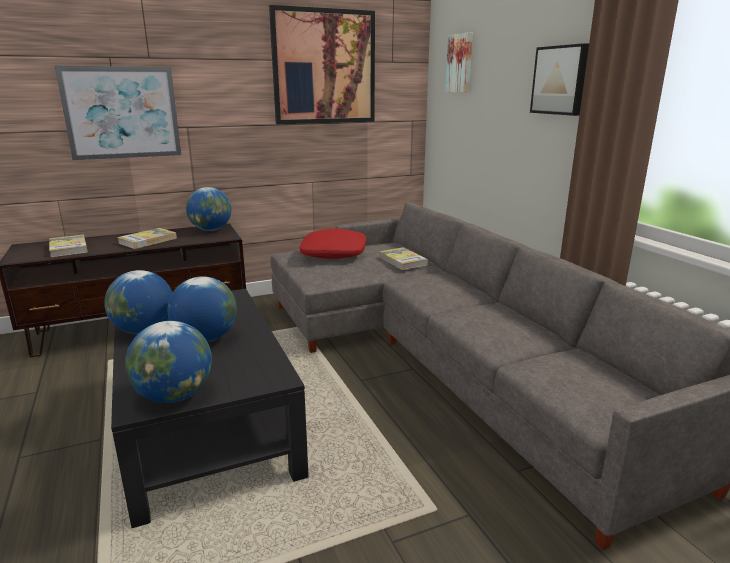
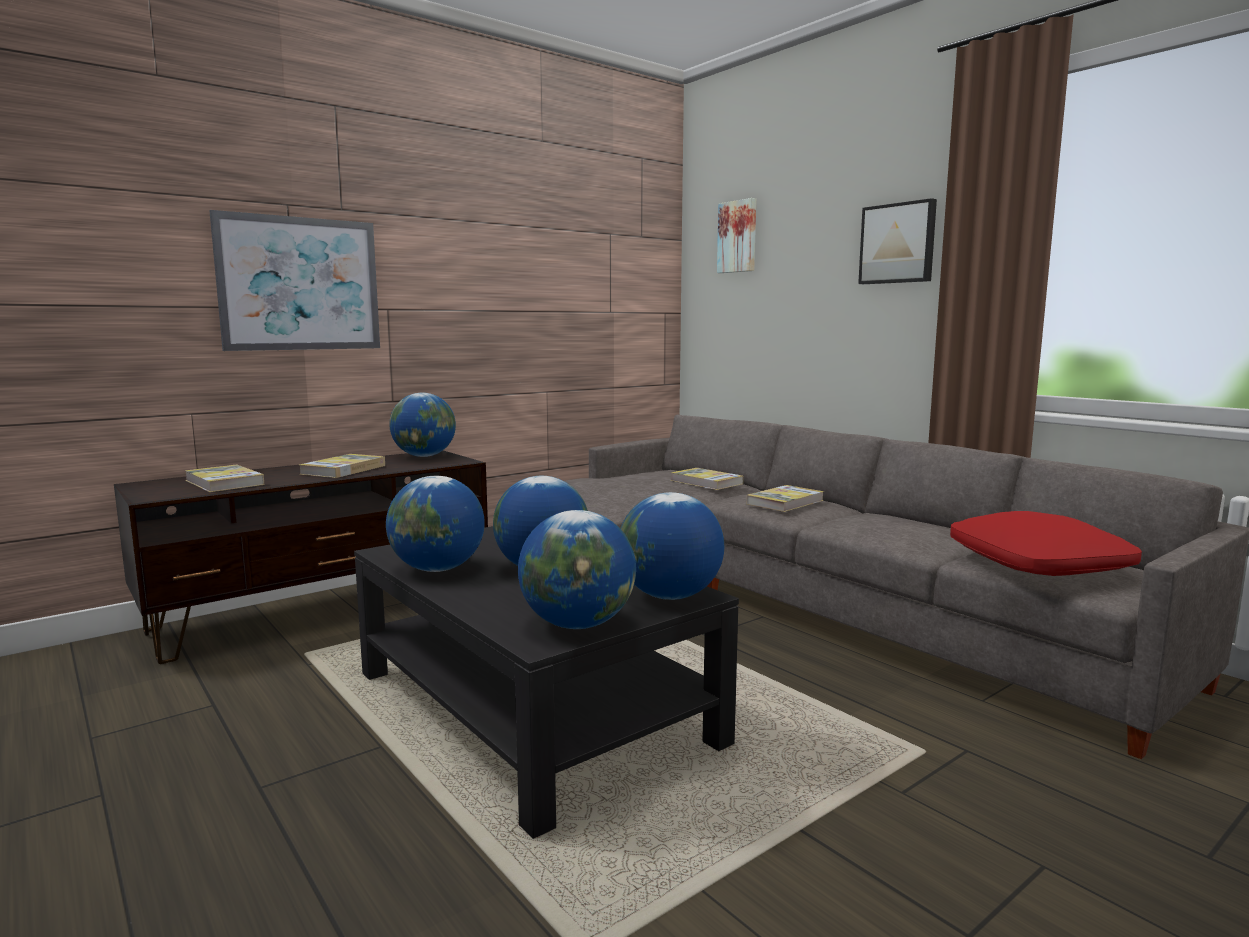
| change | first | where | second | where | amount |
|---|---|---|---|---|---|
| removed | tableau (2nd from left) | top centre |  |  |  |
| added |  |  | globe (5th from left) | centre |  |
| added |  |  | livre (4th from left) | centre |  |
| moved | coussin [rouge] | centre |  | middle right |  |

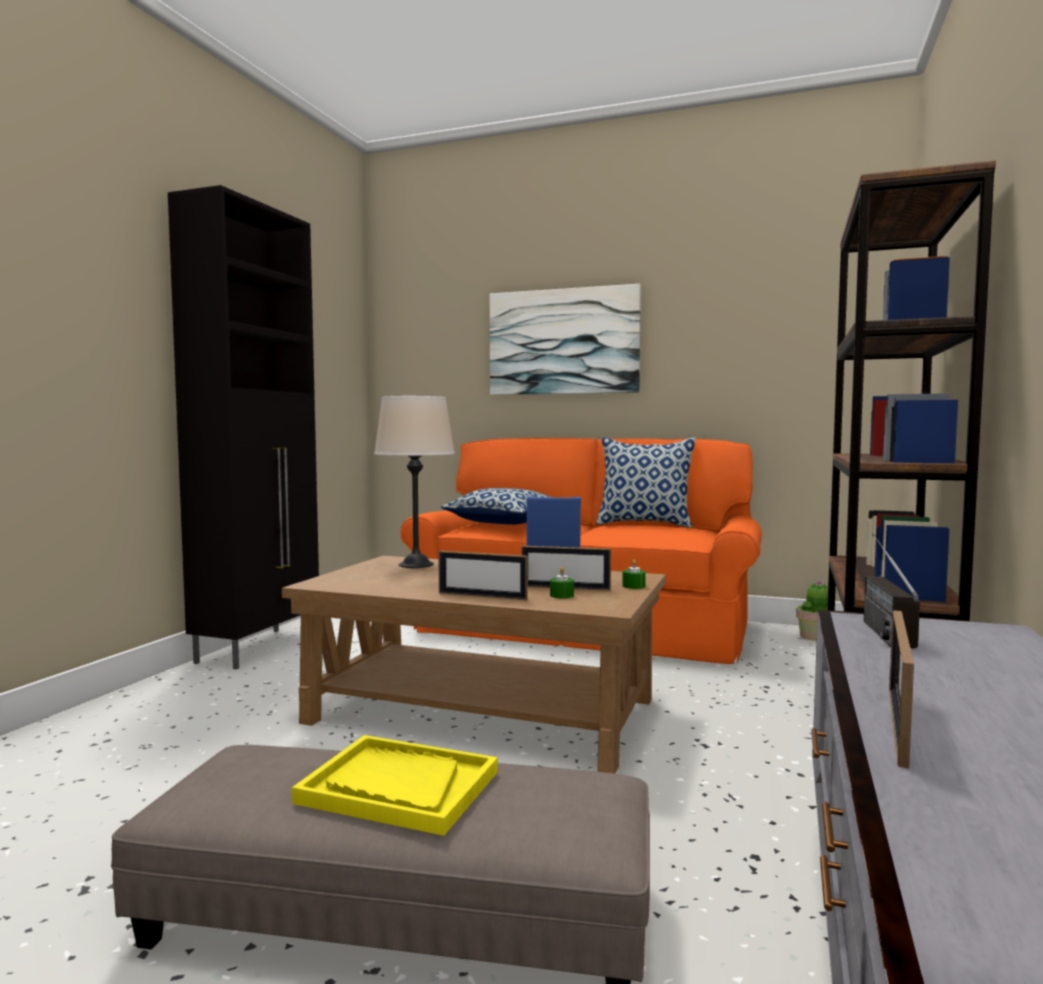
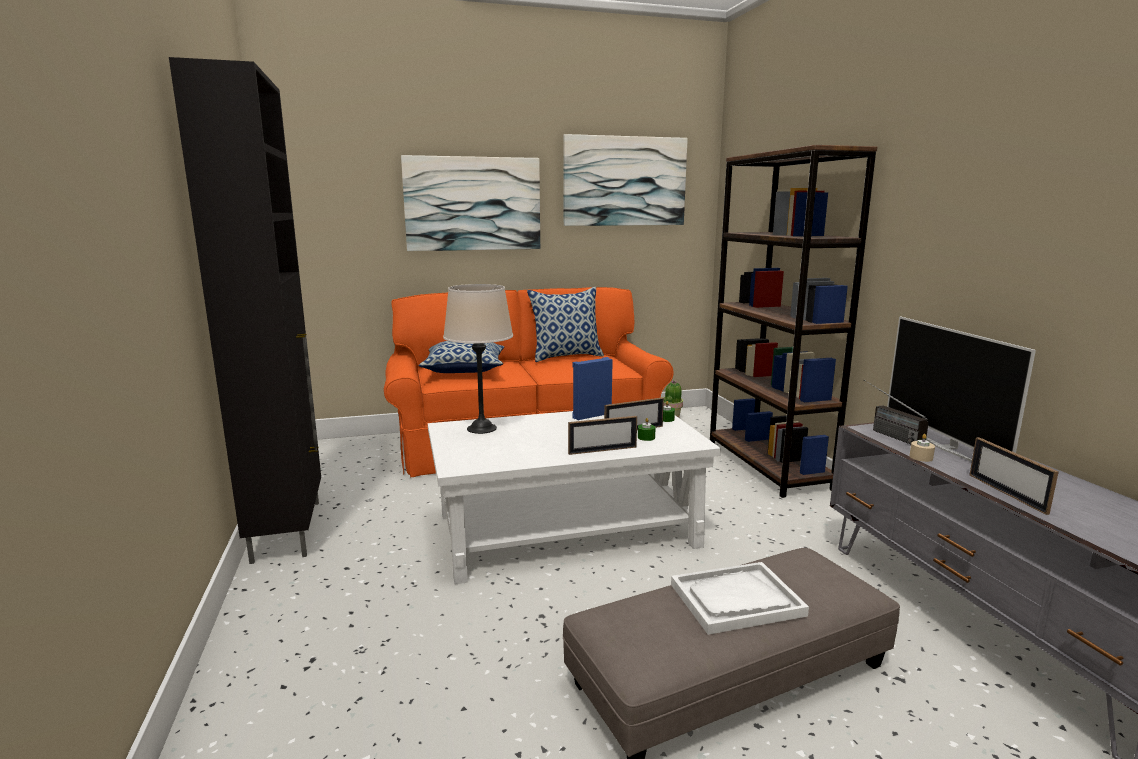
| change | first | where | second | where | amount |
|---|---|---|---|---|---|
| added |  |  | tableau (2nd from left) | top centre |  |
| added |  |  | téléviseur | middle right |  |
| added |  |  | bougie [beige] | middle right |  |
| recoloured | table basse [marron] | bottom centre | table basse [blanc] | centre |  |
| recoloured | plateau [jaune] | bottom centre | plateau [blanc] | bottom centre |  |

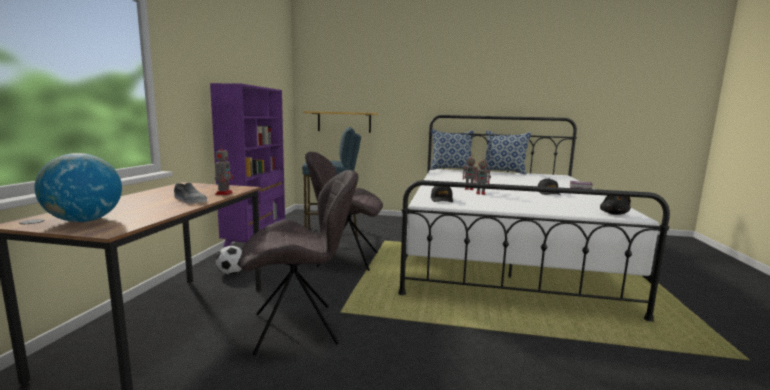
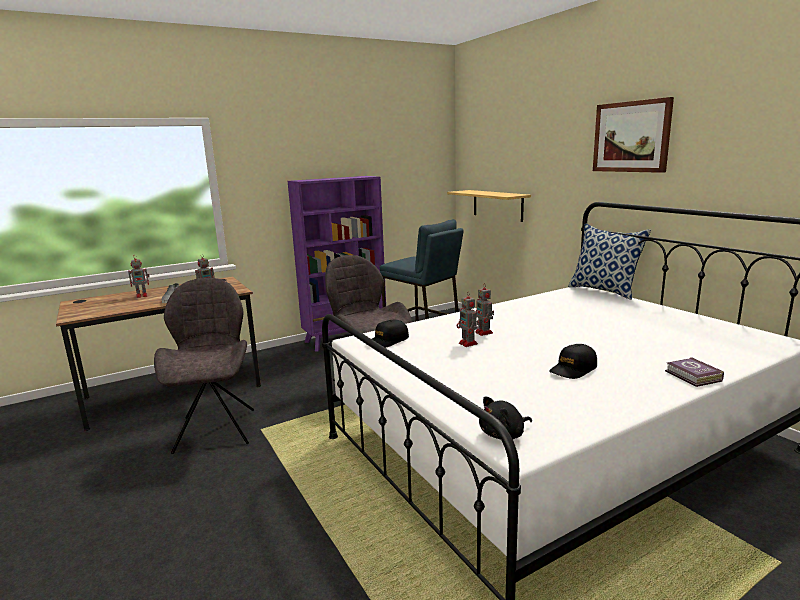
| change | first | where | second | where | amount |
|---|---|---|---|---|---|
| removed | globe | middle left |  |  |  |
| removed | ballon de foot | bottom left |  |  |  |
| removed | coussin (2nd from left) | centre |  |  |  |
| added |  |  | robot jouet (1st from left) | middle left |  |
| added |  |  | tableau | top right |  |
| turned | chaise [gris] (1st from left) | bottom centre |  | middle left | 135 degrees counterclockwise |

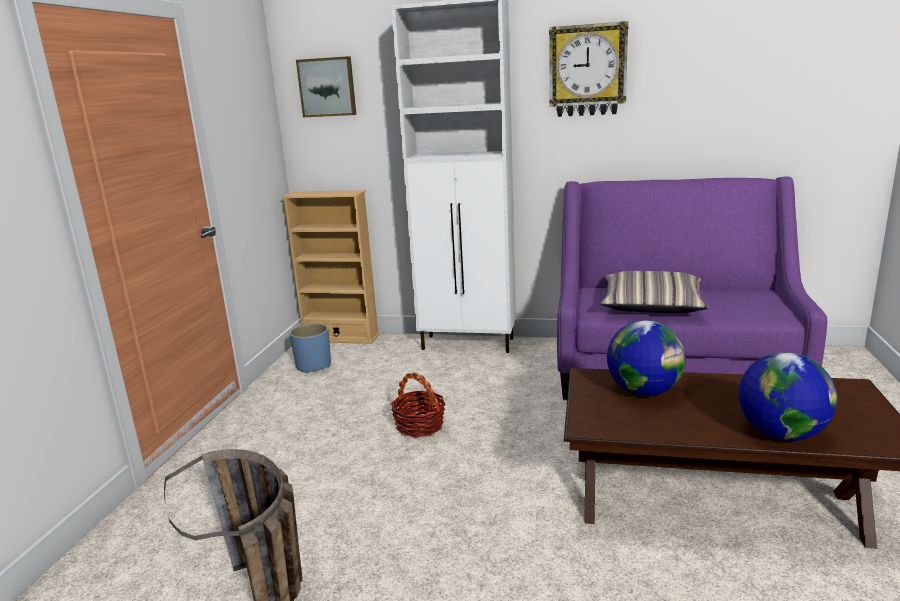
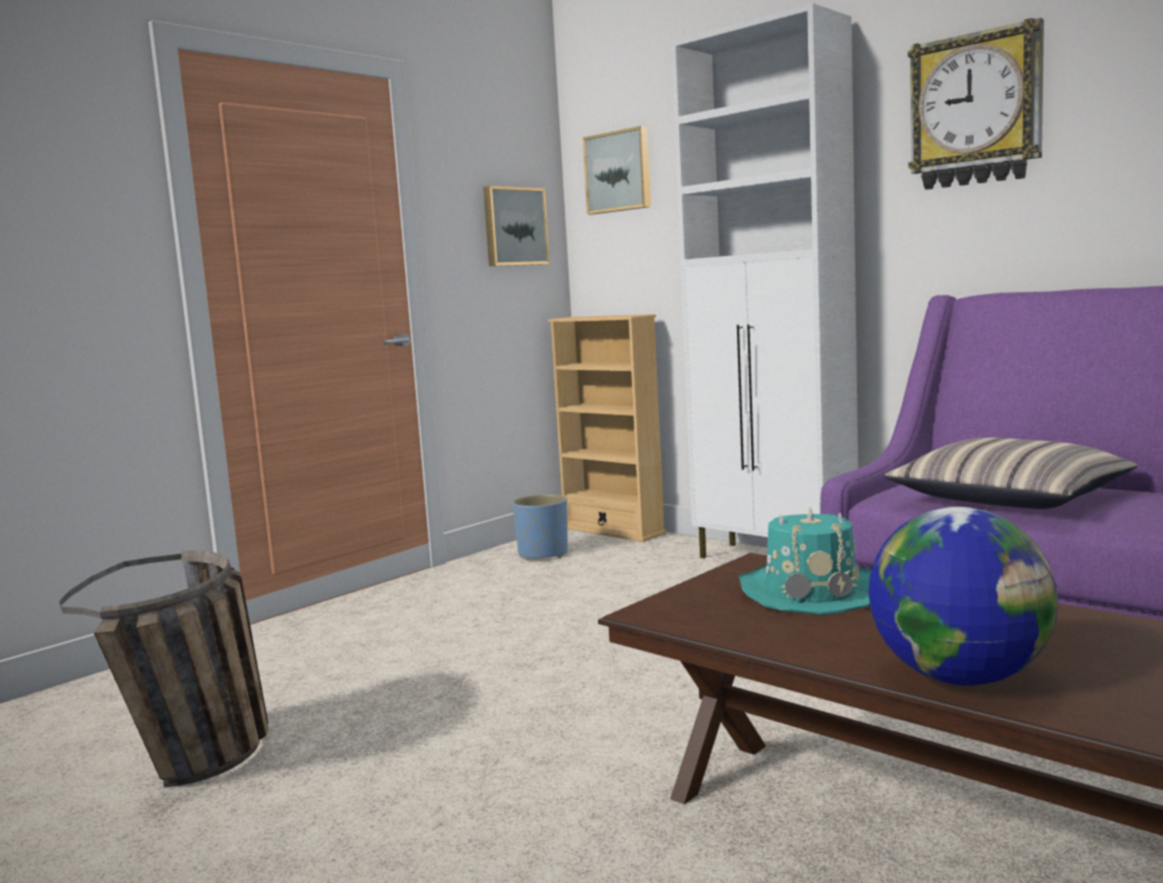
| change | first | where | second | where | amount |
|---|---|---|---|---|---|
| removed | panier (2nd from left) | bottom centre |  |  |  |
| added |  |  | tableau (1st from left) | top centre |  |
| replaced | globe (1st from left) | middle right | chapeau [turquoise] | middle right |  |

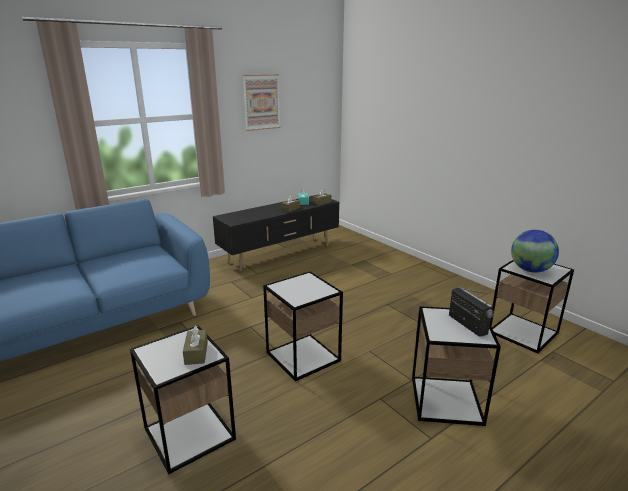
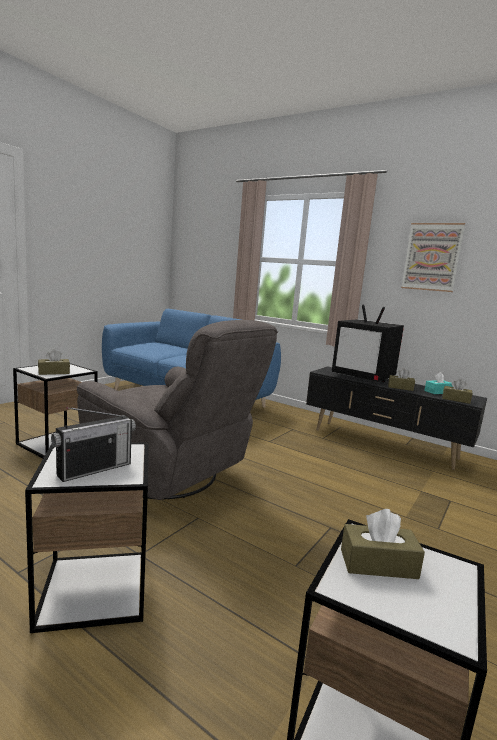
| change | first | where | second | where | amount |
|---|---|---|---|---|---|
| added |  |  | téléviseur | middle right |  |
| replaced | table d'appoint (2nd from left) | centre | fauteuil [gris] | centre |  |
| replaced | globe | middle right | boîte à mouchoirs [marron] (2nd from left) | bottom right |  |

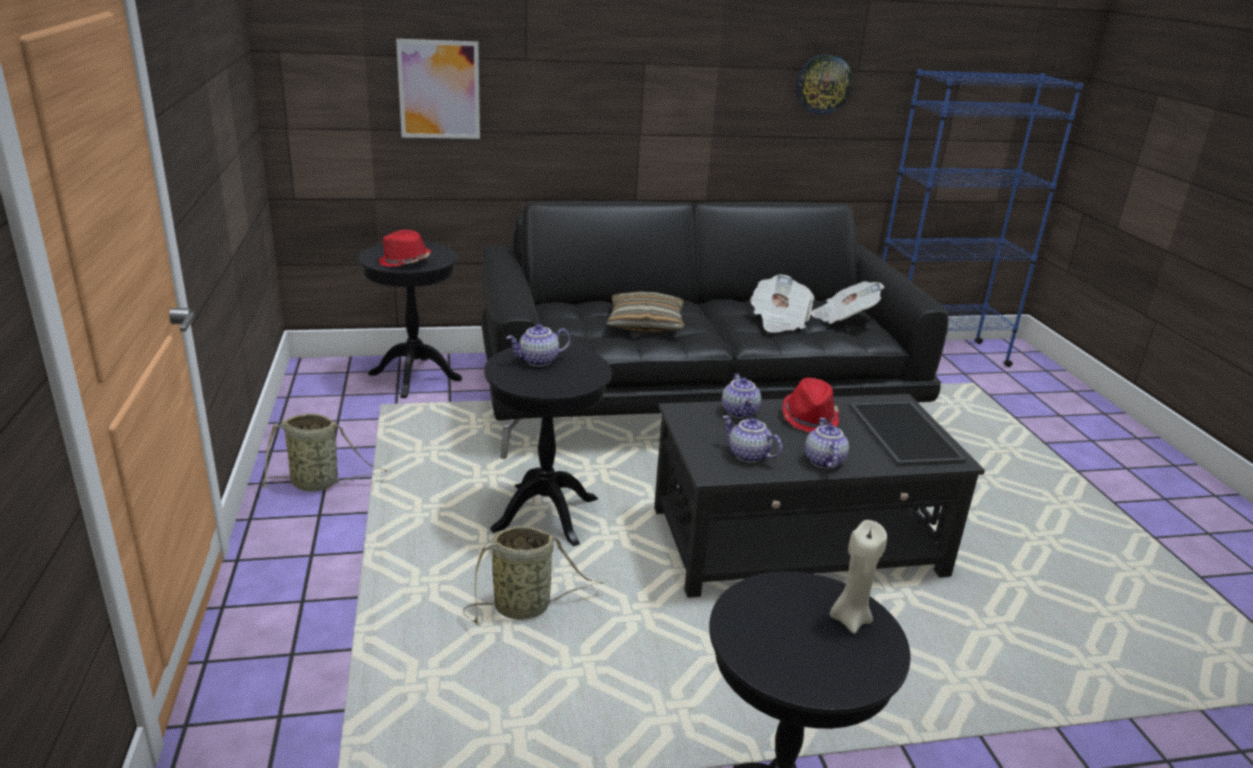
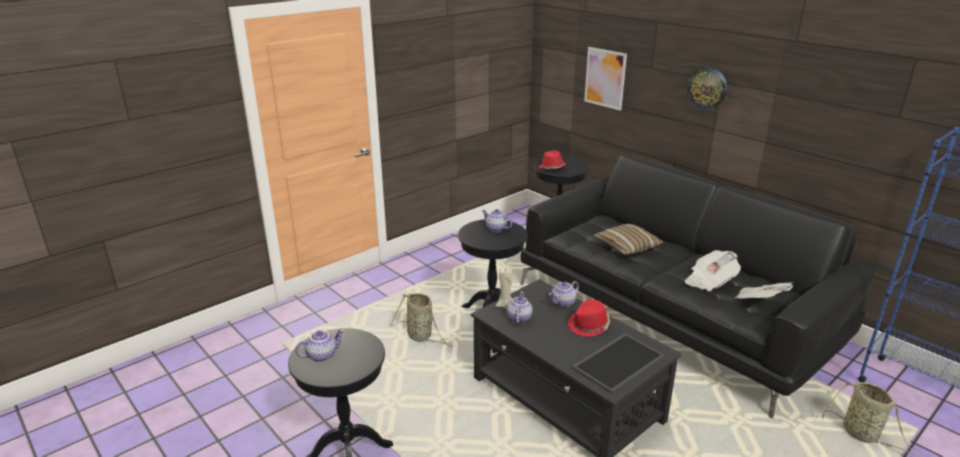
| change | first | where | second | where | amount |
|---|---|---|---|---|---|
| moved | panier (1st from left in the first image) | middle left | panier (2nd from left) | bottom right |  |
| moved | horloge murale | top centre |  | top right |  |
| moved | théière (4th from left in the first image) | centre | théière (1st from left) | bottom left |  |
| moved | bougie [beige] | bottom right |  | centre |  |

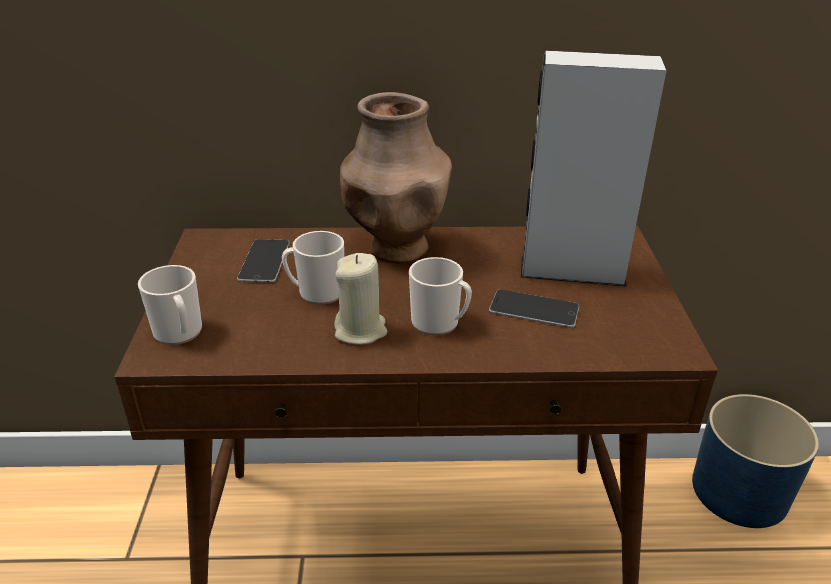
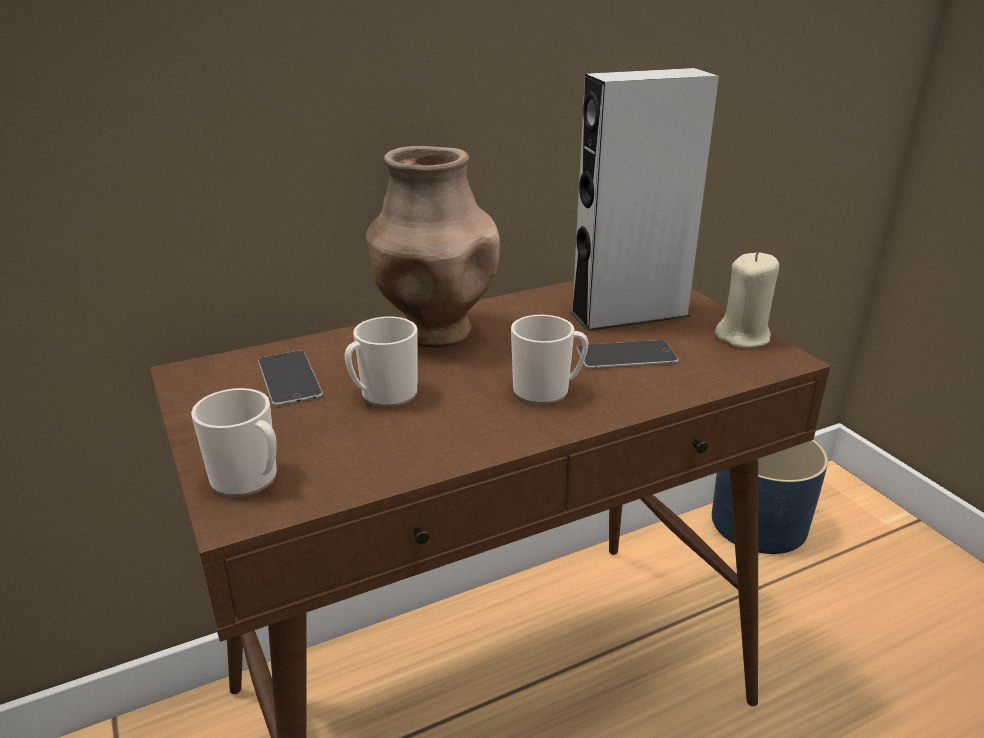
| change | first | where | second | where | amount |
|---|---|---|---|---|---|
| moved | bougie [beige] | centre |  | middle right |  |

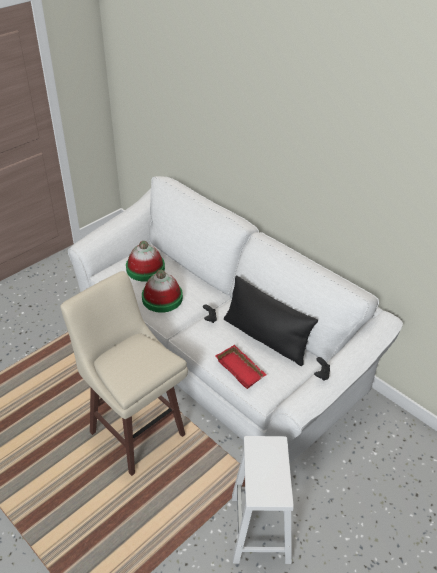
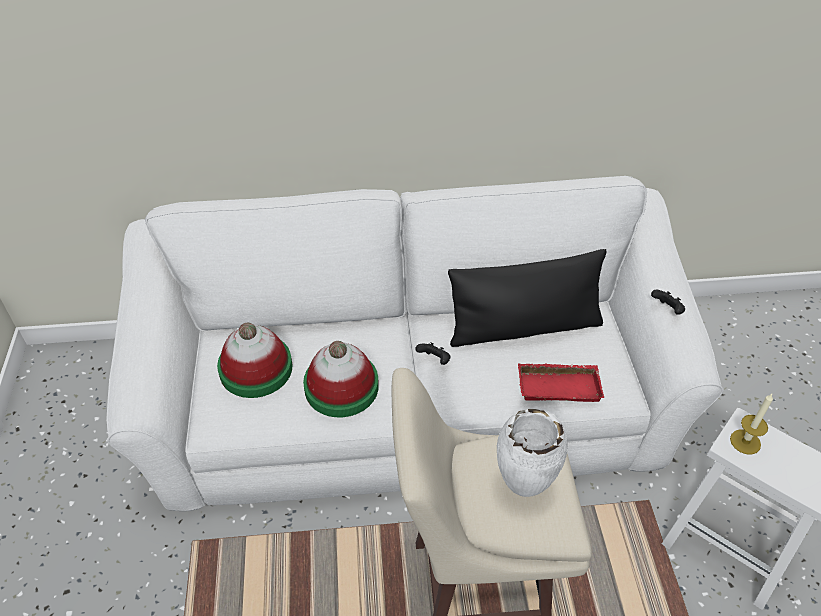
| change | first | where | second | where | amount |
|---|---|---|---|---|---|
| added |  |  | vase [blanc] | bottom centre |  |
| added |  |  | bougie | bottom right |  |

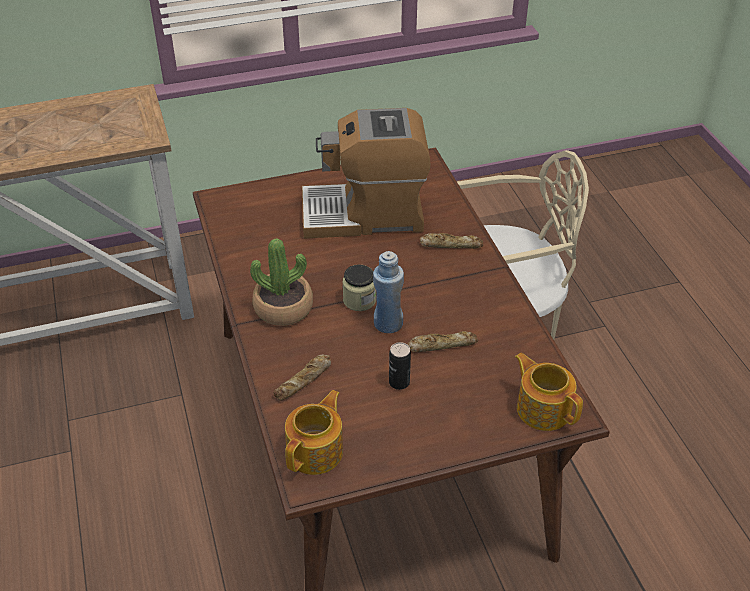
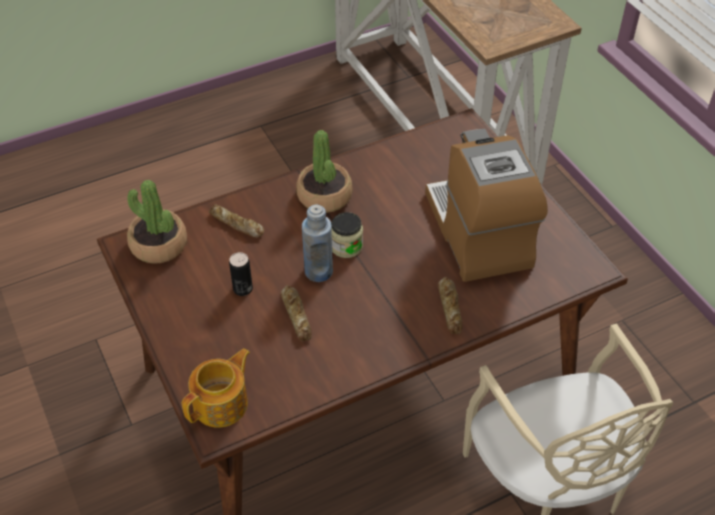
| change | first | where | second | where | amount |
|---|---|---|---|---|---|
| replaced | théière (1st from left) | bottom centre | plante en pot (1st from left) | middle left |  |

